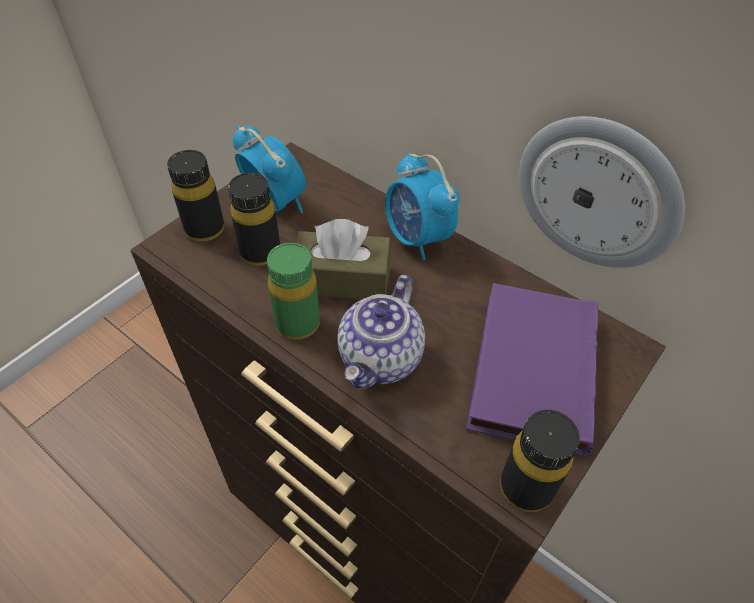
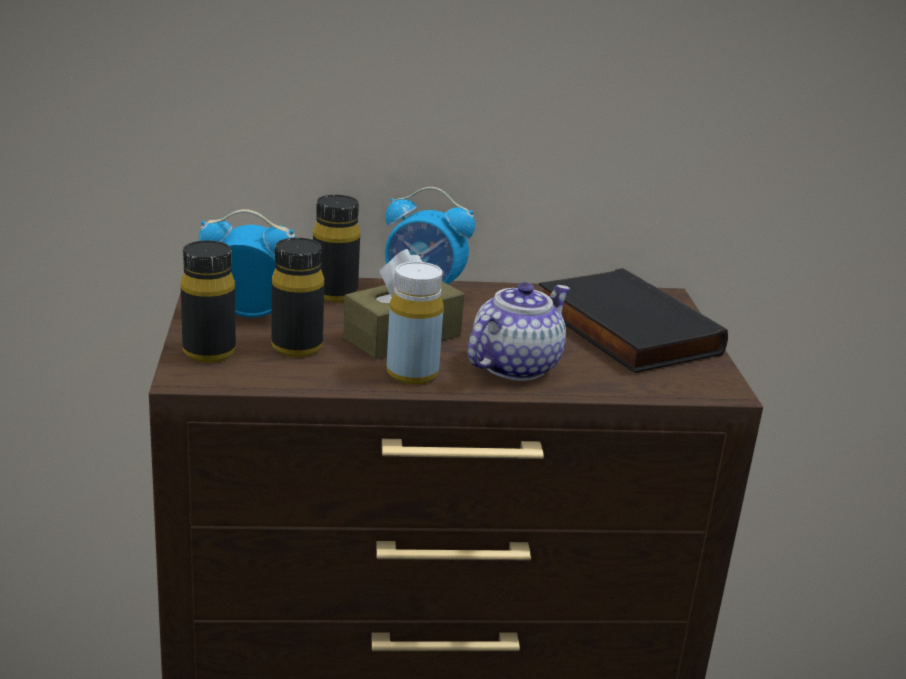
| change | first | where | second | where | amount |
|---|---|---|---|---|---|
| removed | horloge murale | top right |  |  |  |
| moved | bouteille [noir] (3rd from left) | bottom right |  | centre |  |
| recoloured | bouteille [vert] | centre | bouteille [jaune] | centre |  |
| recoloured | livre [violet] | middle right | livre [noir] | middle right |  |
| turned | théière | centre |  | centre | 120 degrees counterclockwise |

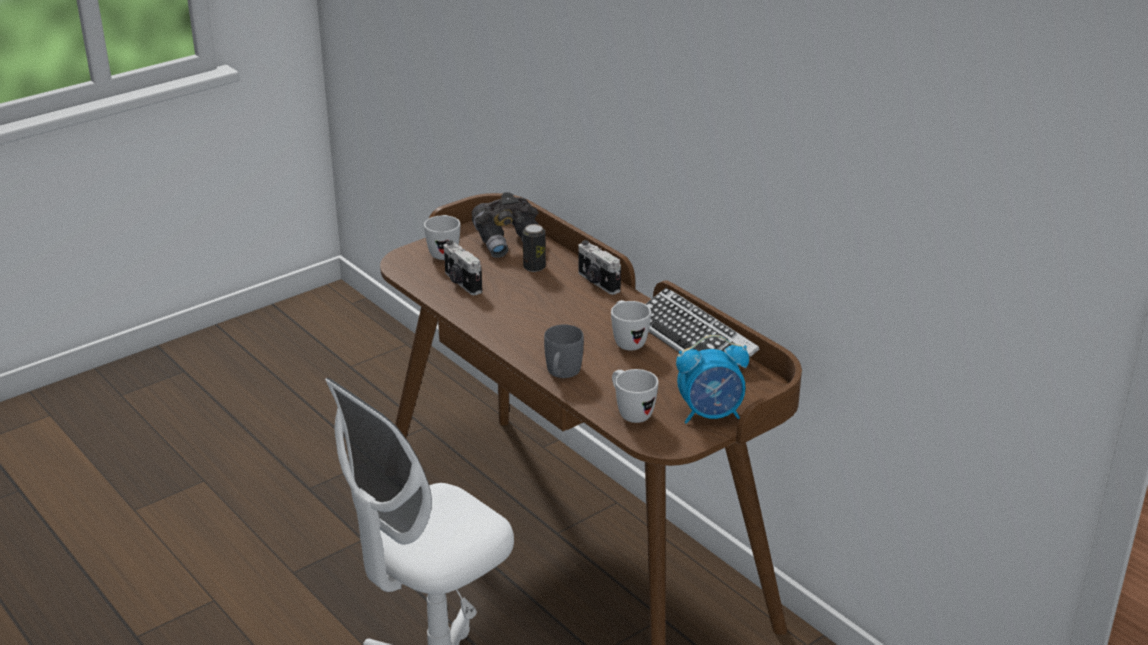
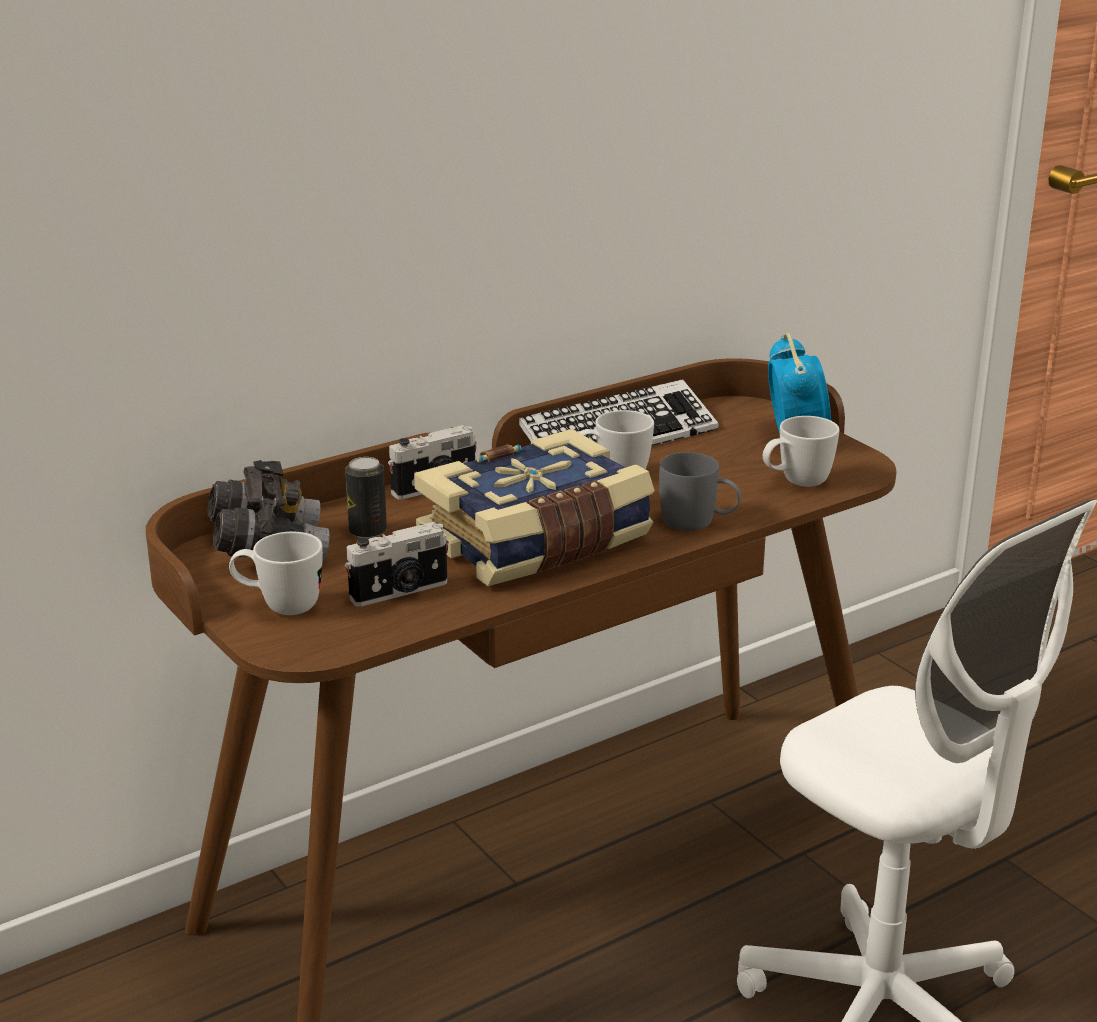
| change | first | where | second | where | amount |
|---|---|---|---|---|---|
| added |  |  | livre | centre |  |

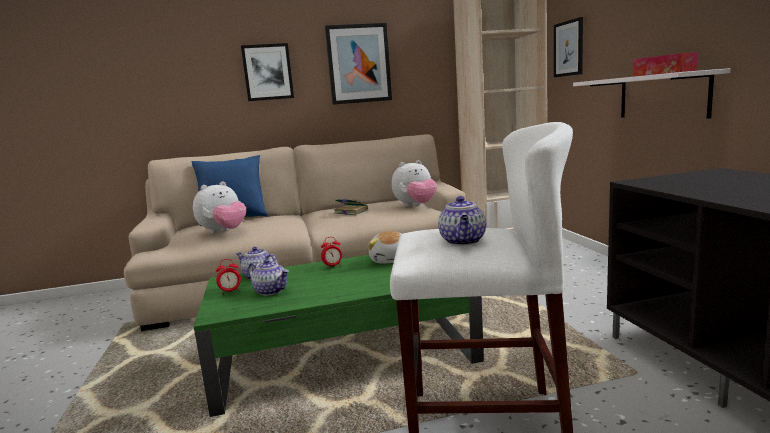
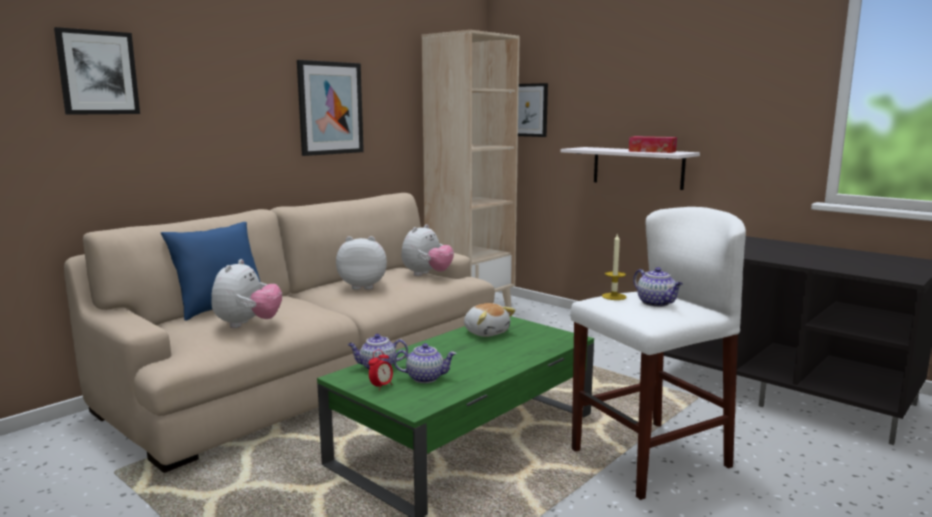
| change | first | where | second | where | amount |
|---|---|---|---|---|---|
| removed | réveil (2nd from left) | centre |  |  |  |
| added |  |  | bougie | centre |  |
| moved | tableau (1st from left) | top centre |  | top left |  |
| replaced | livre | centre | peluche (2nd from left) | centre |  |

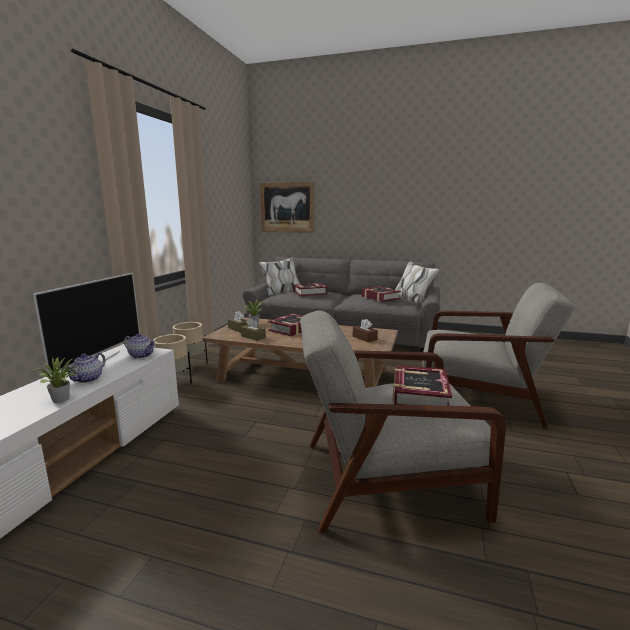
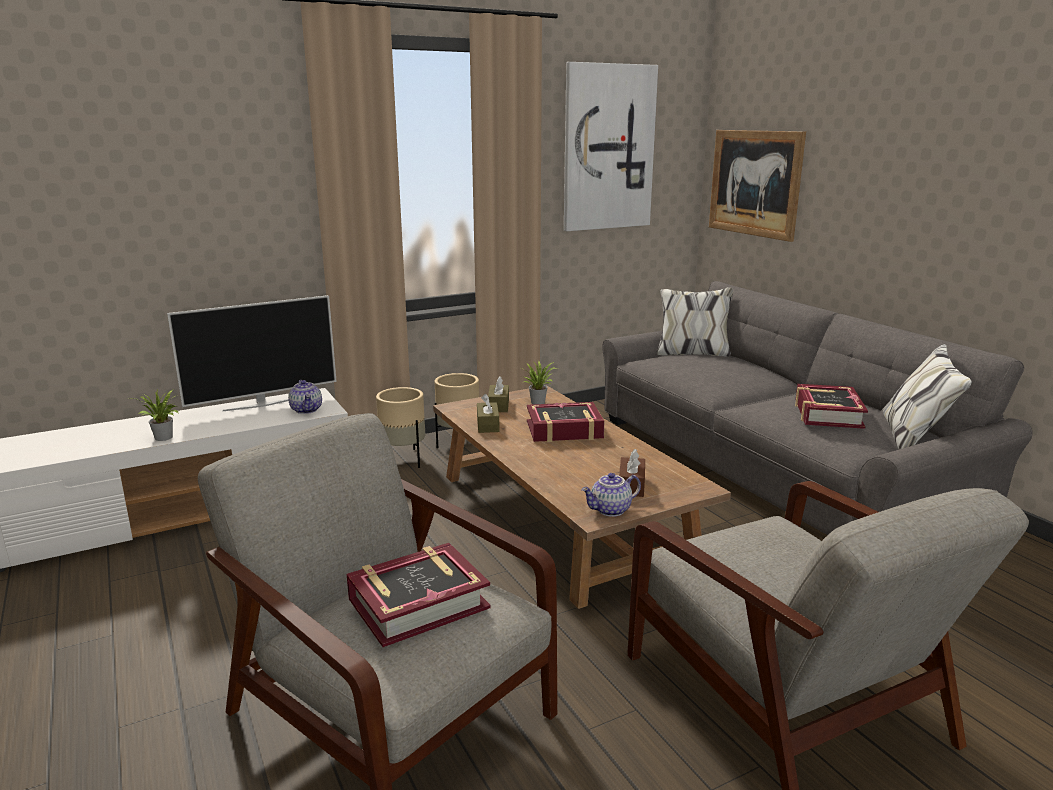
| change | first | where | second | where | amount |
|---|---|---|---|---|---|
| removed | livre (2nd from left) | centre |  |  |  |
| added |  |  | tableau (1st from left) | top centre |  |
| moved | théière (1st from left in the first image) | middle left | théière (2nd from left) | centre |  |

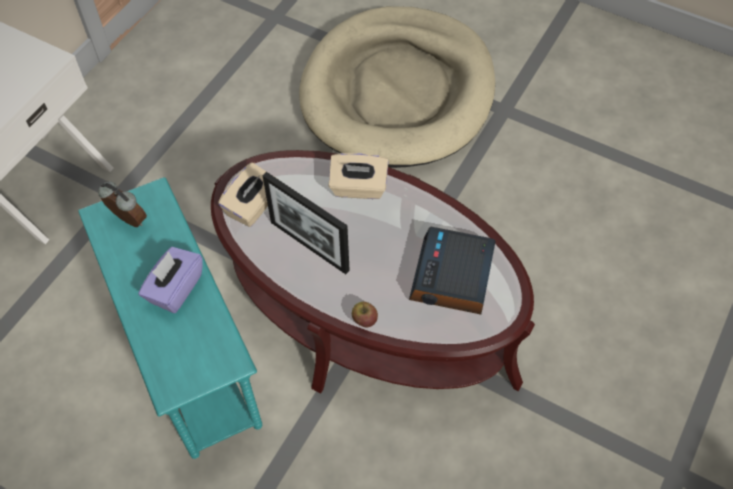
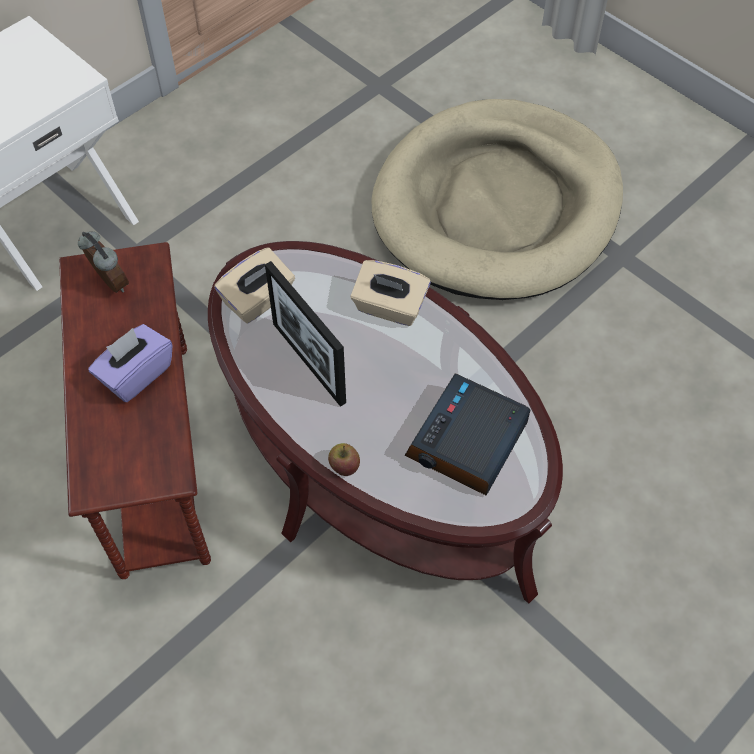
| change | first | where | second | where | amount |
|---|---|---|---|---|---|
| recoloured | table d'appoint [turquoise] | middle left | table d'appoint [marron] | middle left |  |

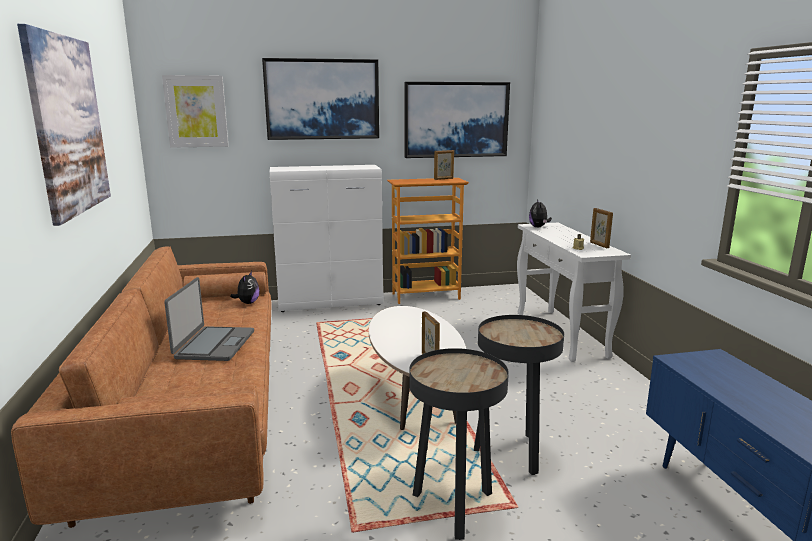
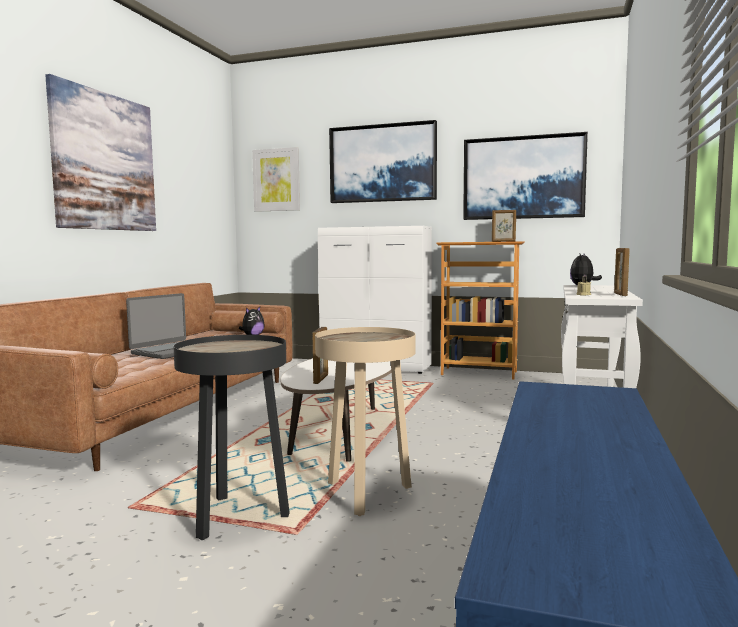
| change | first | where | second | where | amount |
|---|---|---|---|---|---|
| recoloured | table d'appoint [noir] (2nd from left) | bottom centre | table d'appoint [beige] | bottom centre |  |

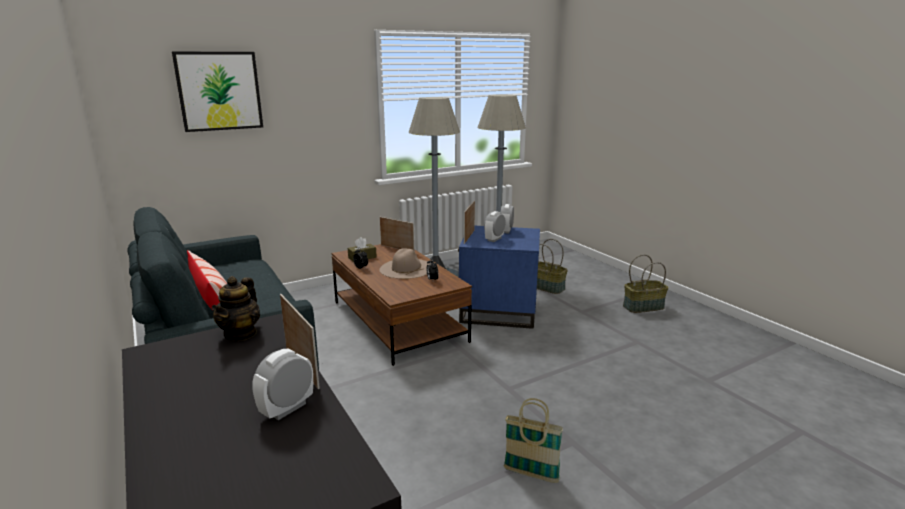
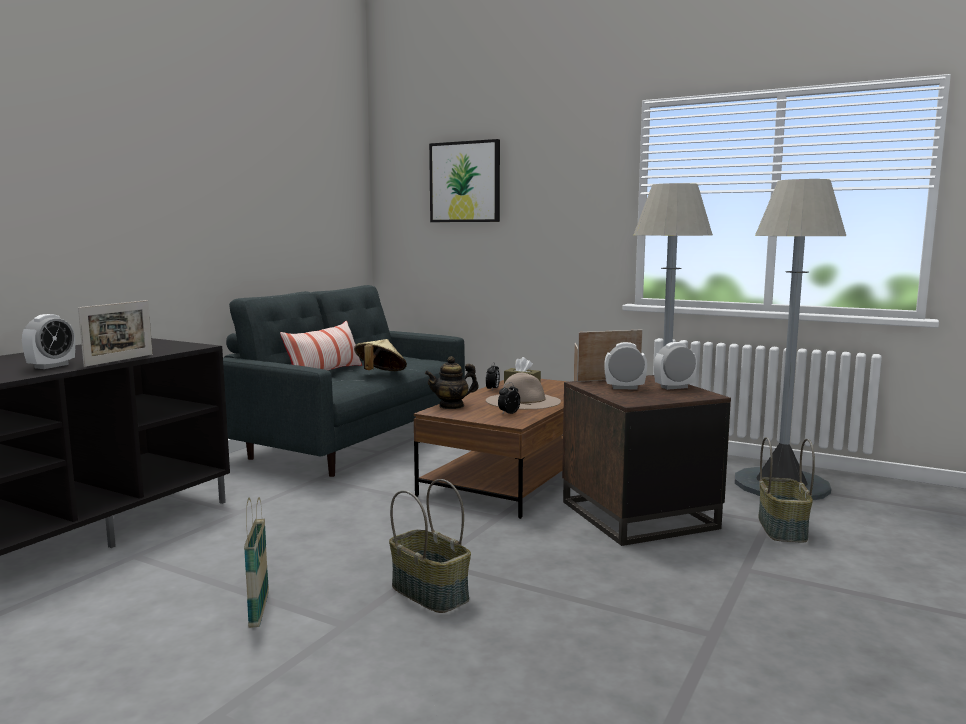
| change | first | where | second | where | amount |
|---|---|---|---|---|---|
| added |  |  | chapeau [beige] (1st from left) | centre |  |
| moved | théière | middle left |  | centre |  |
| moved | panier (3rd from left in the first image) | middle right | panier (2nd from left) | bottom centre |  |
| recoloured | table d'appoint [bleu] | centre | table d'appoint [marron] | middle right |  |
| turned | réveil (1st from left) | bottom left |  | middle left | 105 degrees clockwise |

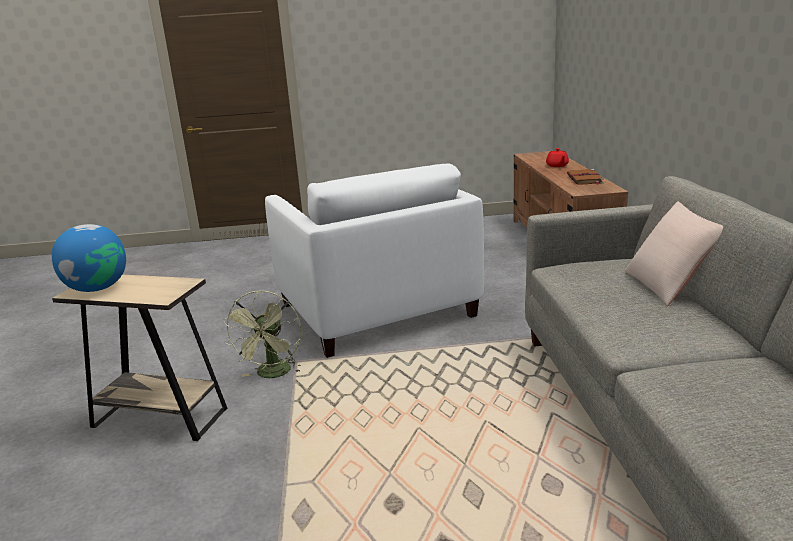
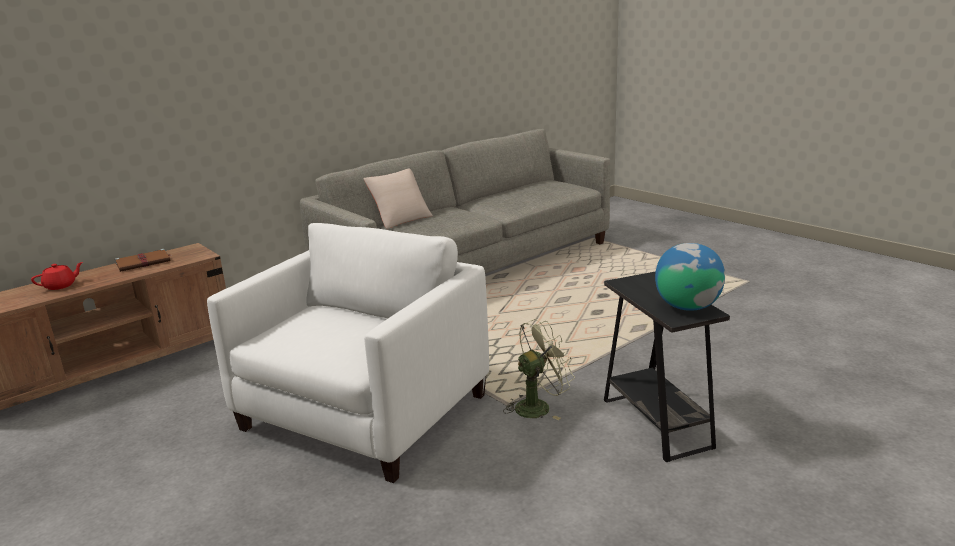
| change | first | where | second | where | amount |
|---|---|---|---|---|---|
| recoloured | table d'appoint [beige] | middle left | table d'appoint [noir] | bottom right |  |

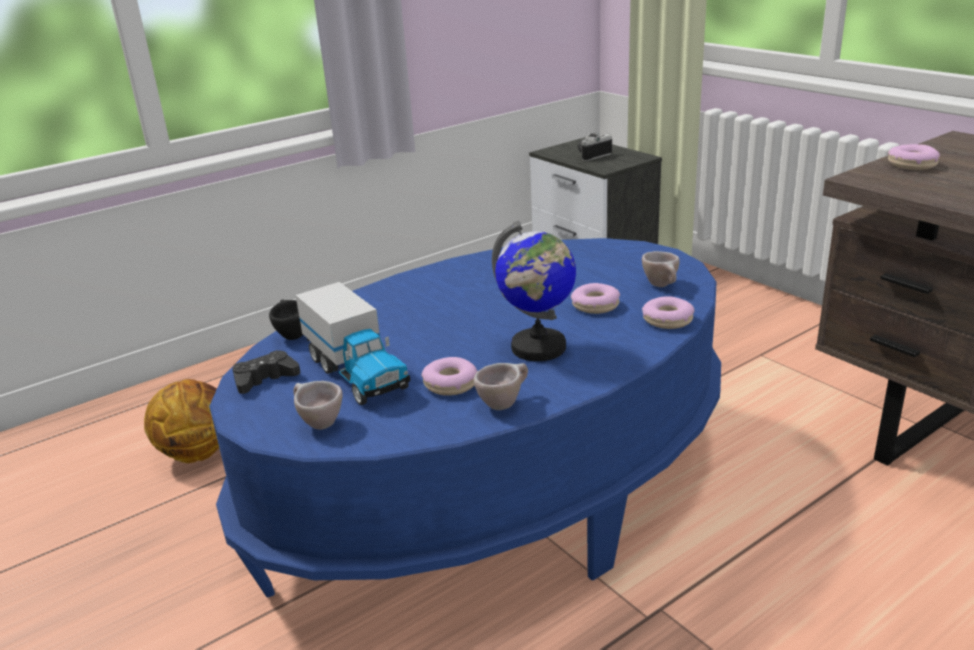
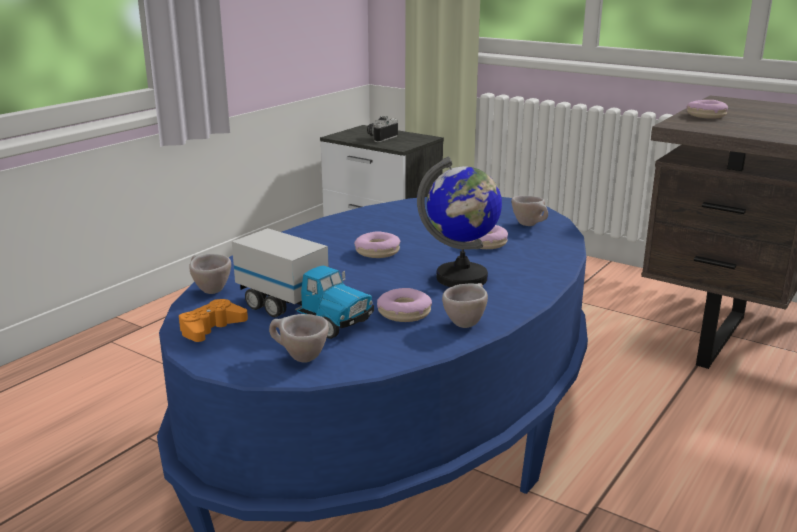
| change | first | where | second | where | amount |
|---|---|---|---|---|---|
| removed | ballon de basket | middle left |  |  |  |
| moved | beignet (3rd from left in the first image) | middle right | beignet (1st from left) | centre |  |
| recoloured | manette [noir] | middle left | manette [orange] | middle left |  |
| recoloured | tasse [noir] | middle left | tasse [beige] (1st from left) | middle left |  |

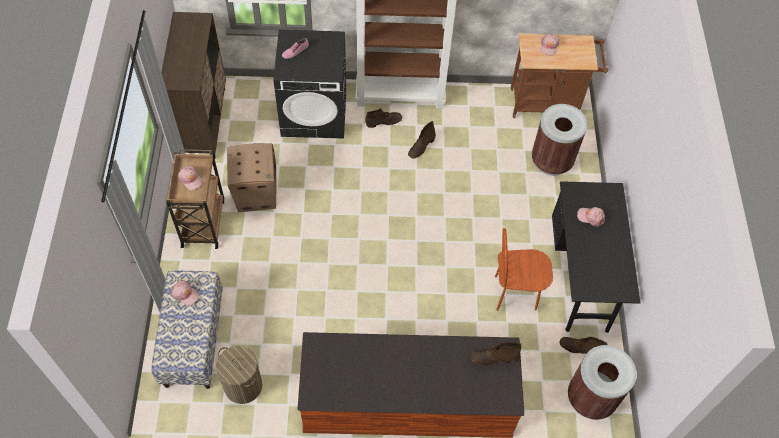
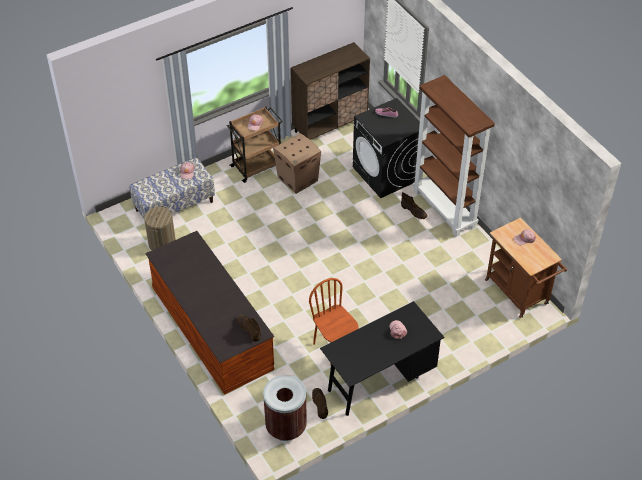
| change | first | where | second | where | amount |
|---|---|---|---|---|---|
| removed | botte [marron] (2nd from left) | top centre |  |  |  |
| removed | poubelle [marron] (1st from left) | top right |  |  |  |

